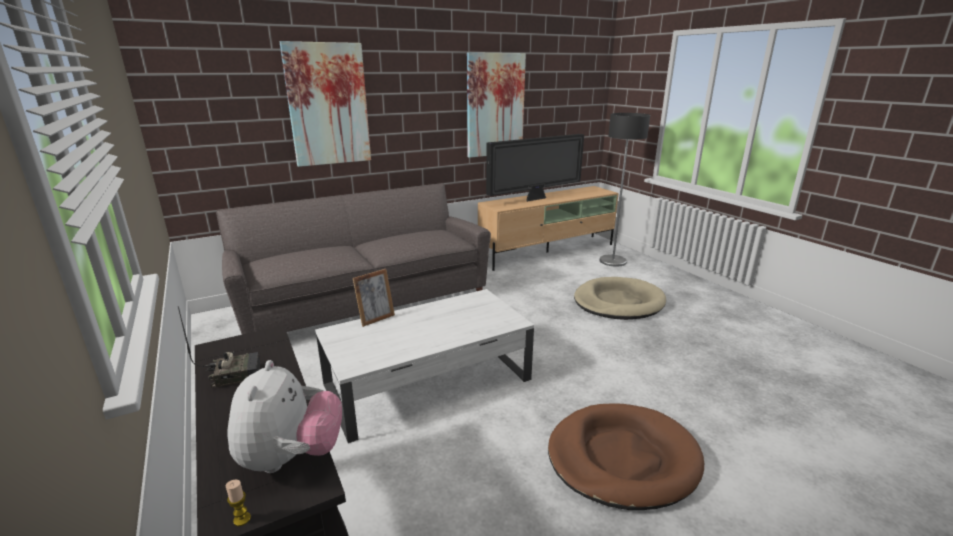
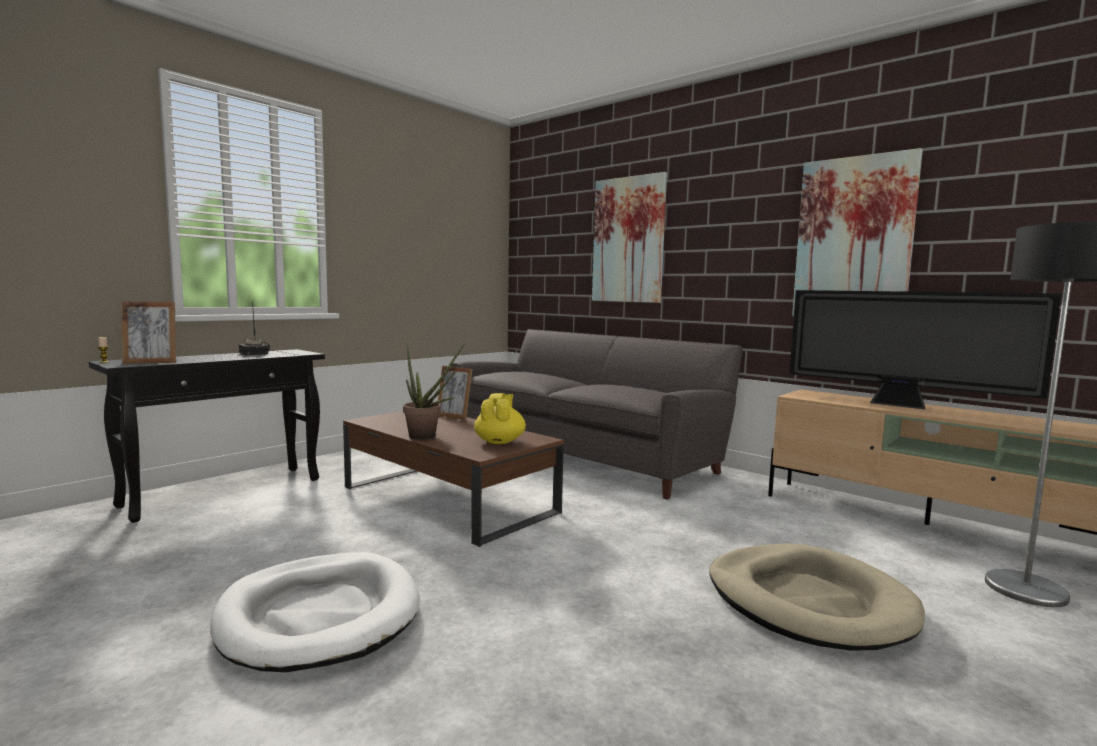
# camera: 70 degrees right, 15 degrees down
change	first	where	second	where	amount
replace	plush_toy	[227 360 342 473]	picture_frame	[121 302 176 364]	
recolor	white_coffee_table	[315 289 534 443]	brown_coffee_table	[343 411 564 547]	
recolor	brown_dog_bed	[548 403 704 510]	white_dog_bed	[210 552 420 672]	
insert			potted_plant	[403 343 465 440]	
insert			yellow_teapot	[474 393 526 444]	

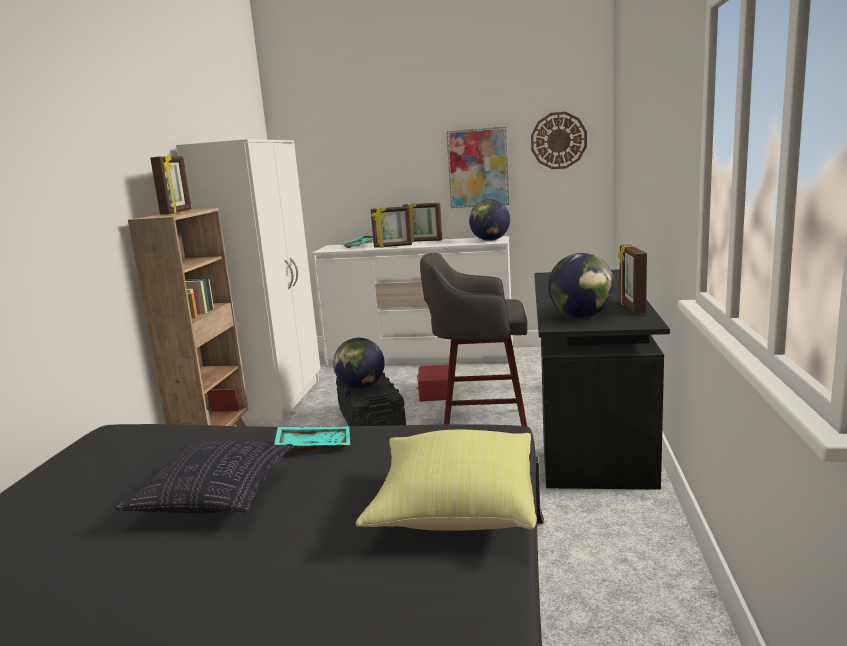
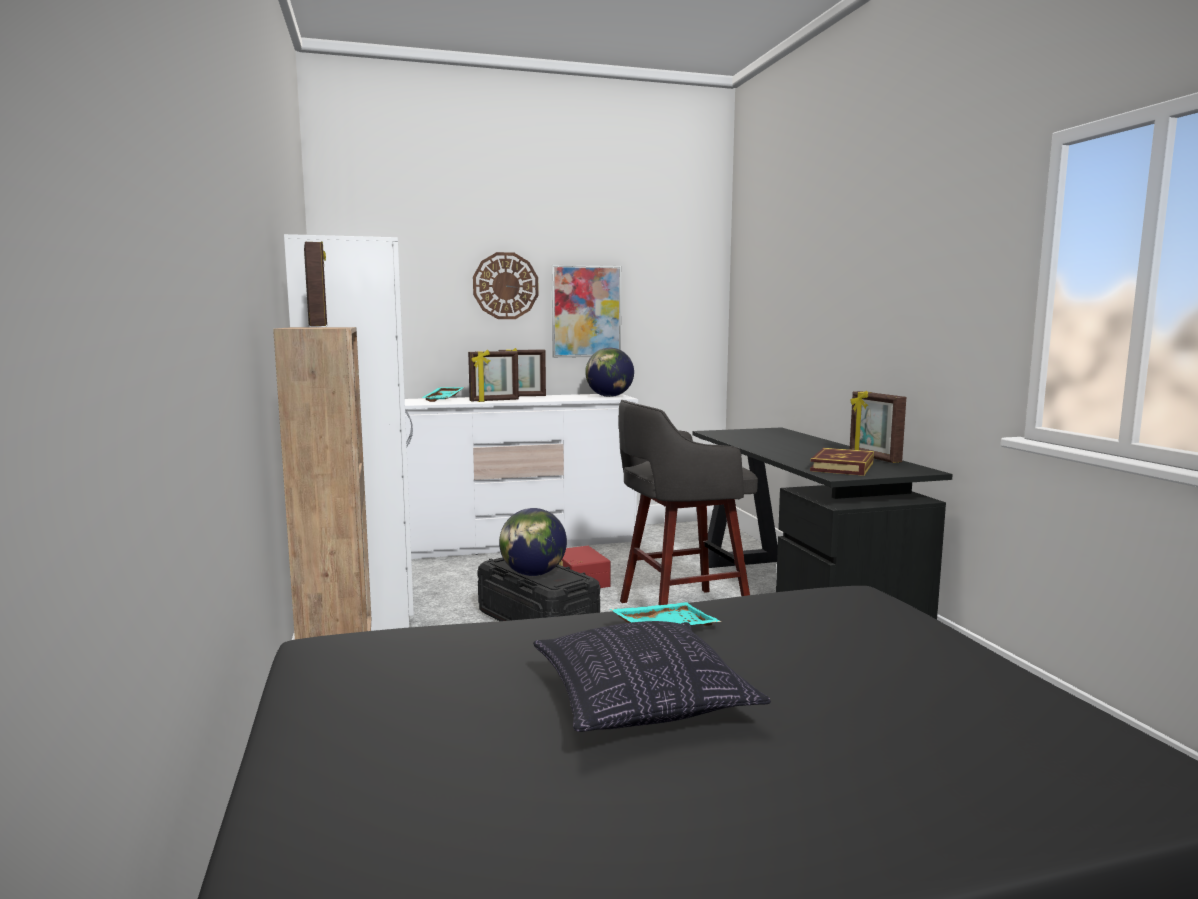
# camera: 25 degrees left, 5 degrees down
change	first	where	second	where	amount
delete	yellow_pillow	[356 430 537 531]			
move	wall_clock	[531 112 587 169]		[473 252 539 319]	
replace	globe	[548 253 615 318]	book	[810 448 874 476]	

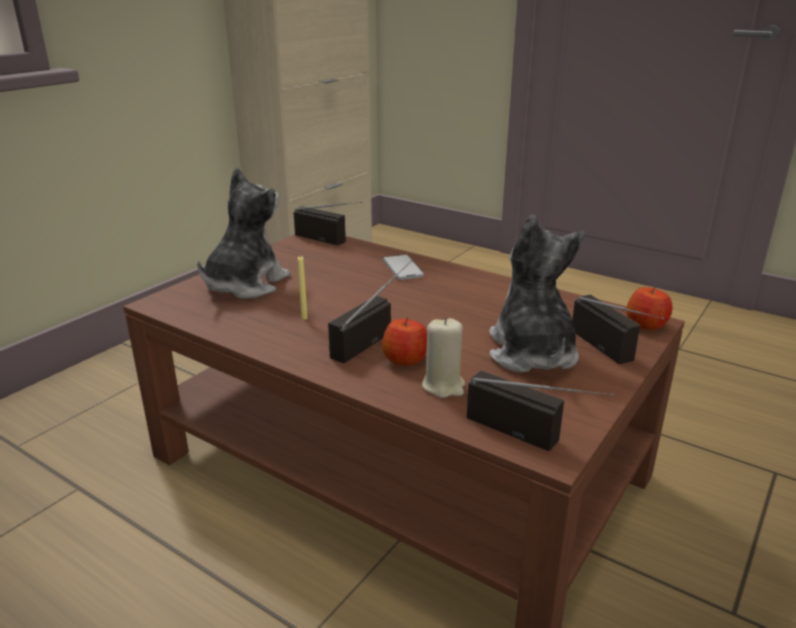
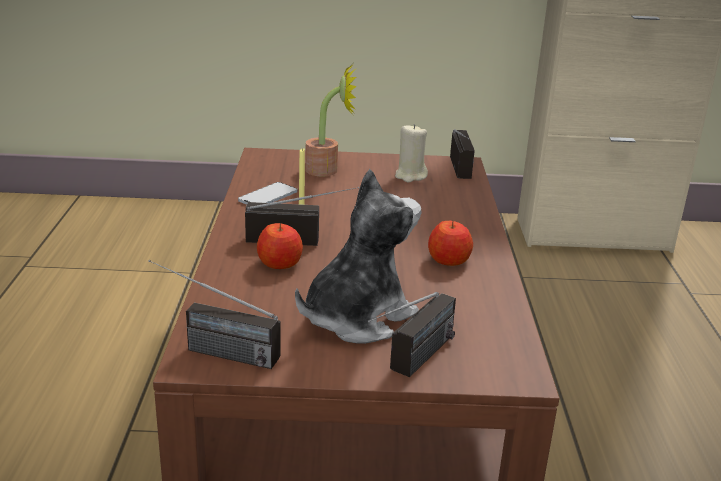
# camera: 55 degrees right, 0 degrees up
change	first	where	second	where	amount
replace	plush_toy	[197 167 290 299]	potted_plant	[305 65 357 177]	
move	phone	[383 255 424 280]		[238 182 298 205]	
move	beige_candle	[422 318 465 398]		[395 124 428 182]	
rotate	radio	[467 370 614 451]		[148 260 281 369]	105 degrees clockwise
move	apple	[626 286 673 330]		[428 221 473 266]	

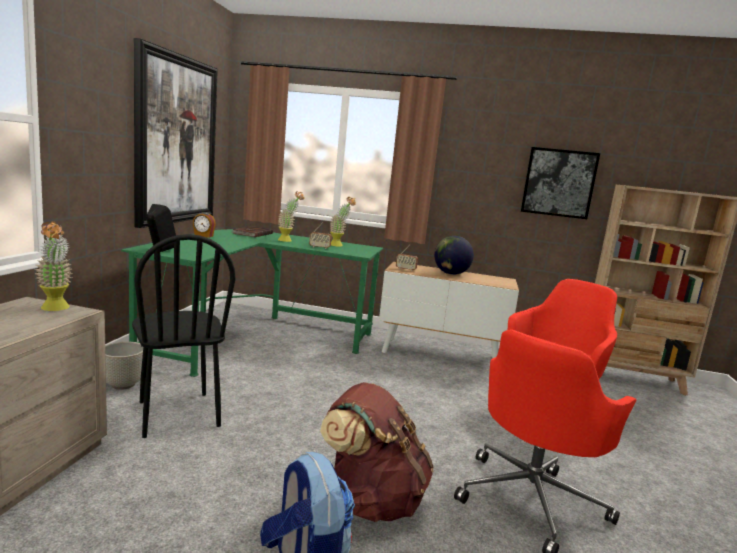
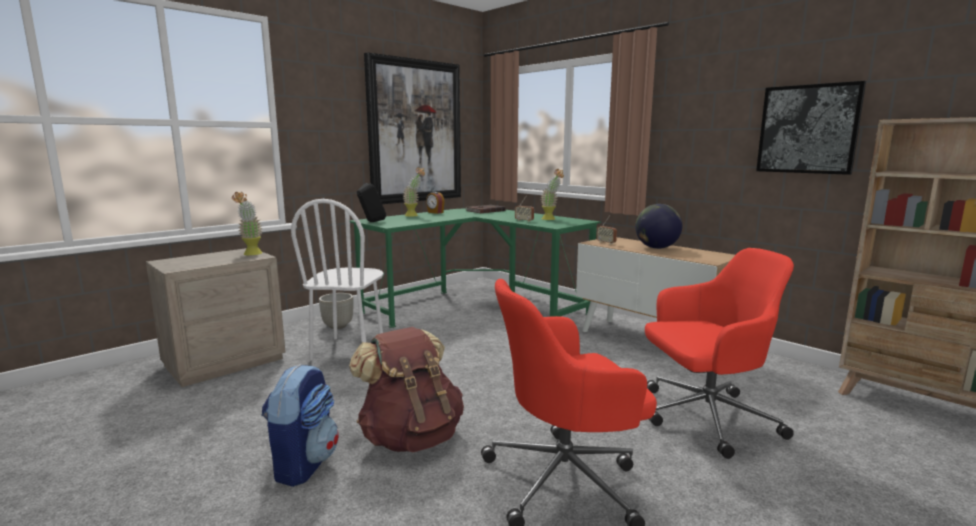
# camera: 35 degrees right, 0 degrees up
change	first	where	second	where	amount
recolor	black_chair	[132 234 236 438]	white_chair	[291 199 383 361]	
move	potted_plant	[278 191 304 242]		[403 167 425 217]	

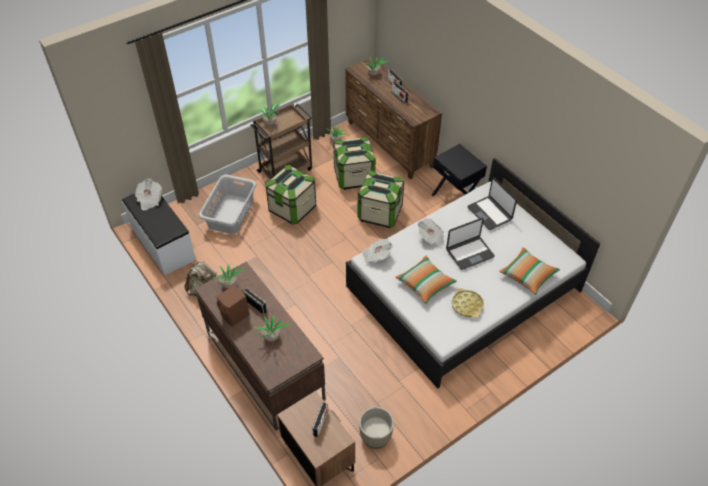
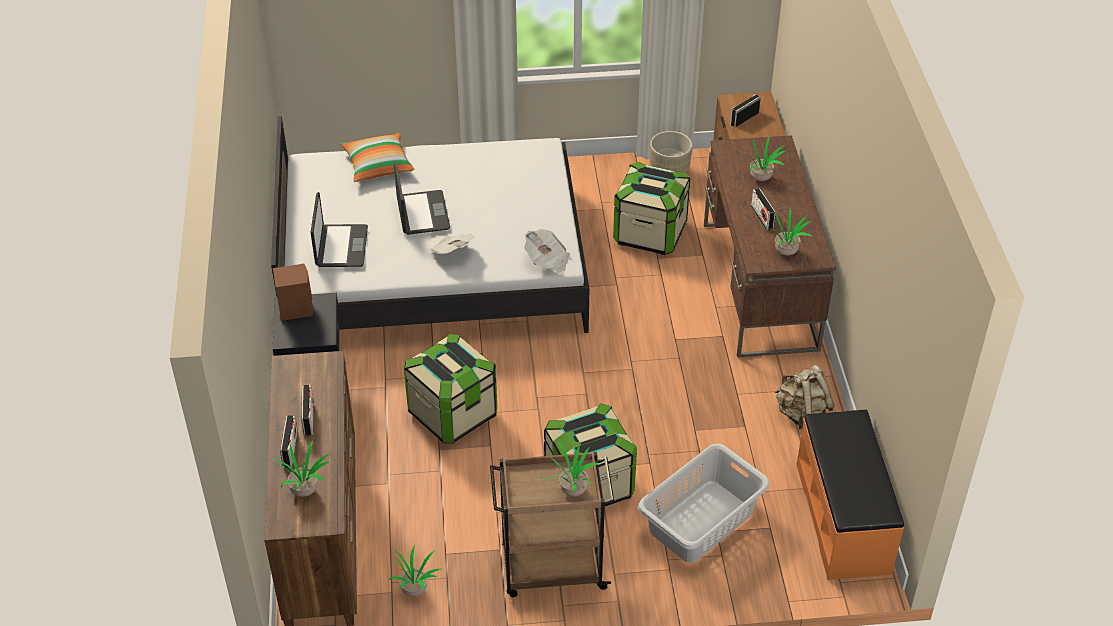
# camera: 150 degrees left, 5 degrees down
change	first	where	second	where	amount
recolor	white_bench	[122 193 196 275]	orange_bench	[796 409 904 580]	
delete	newspaper	[135 179 162 210]			
move	brown_speaker	[217 285 249 327]		[273 263 313 321]	
move	storage_box	[333 137 376 190]		[613 162 690 255]	
delete	pillow	[395 256 457 304]			
rotate	laptop	[446 218 495 270]		[394 162 450 235]	75 degrees clockwise
delete	yellow_tray	[452 288 484 318]			

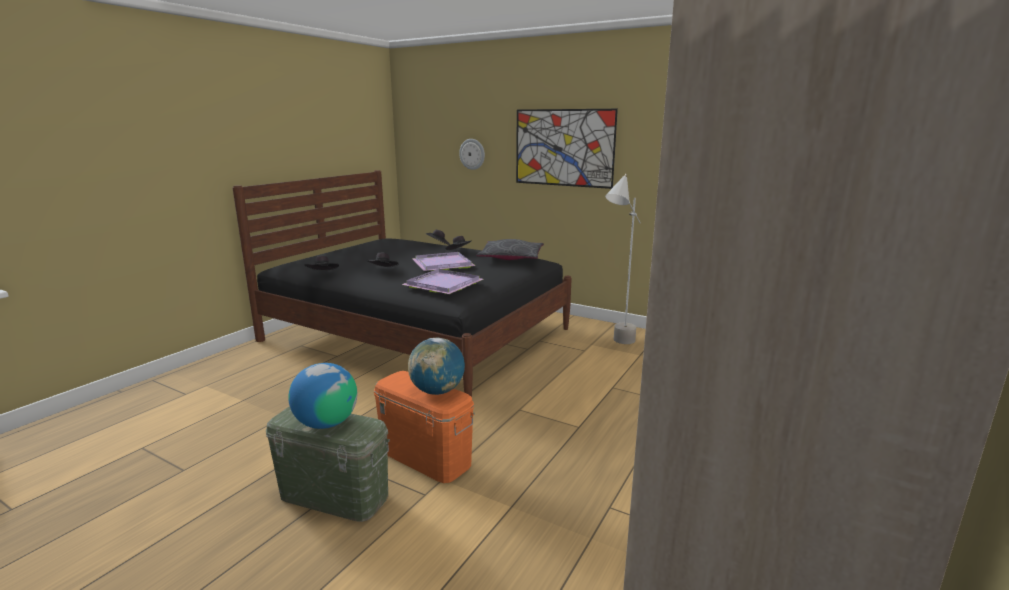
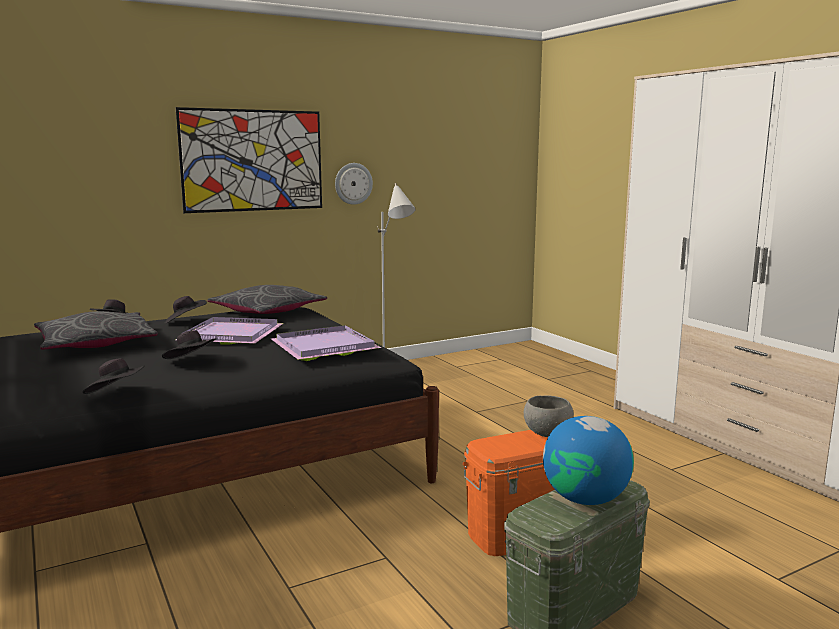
# camera: 60 degrees left, 5 degrees down
change	first	where	second	where	amount
replace	globe	[408 338 465 395]	grey_bowl	[524 395 574 437]	
move	wall_clock	[459 139 485 170]		[335 163 373 205]	
insert			grey_pillow	[34 311 158 349]	

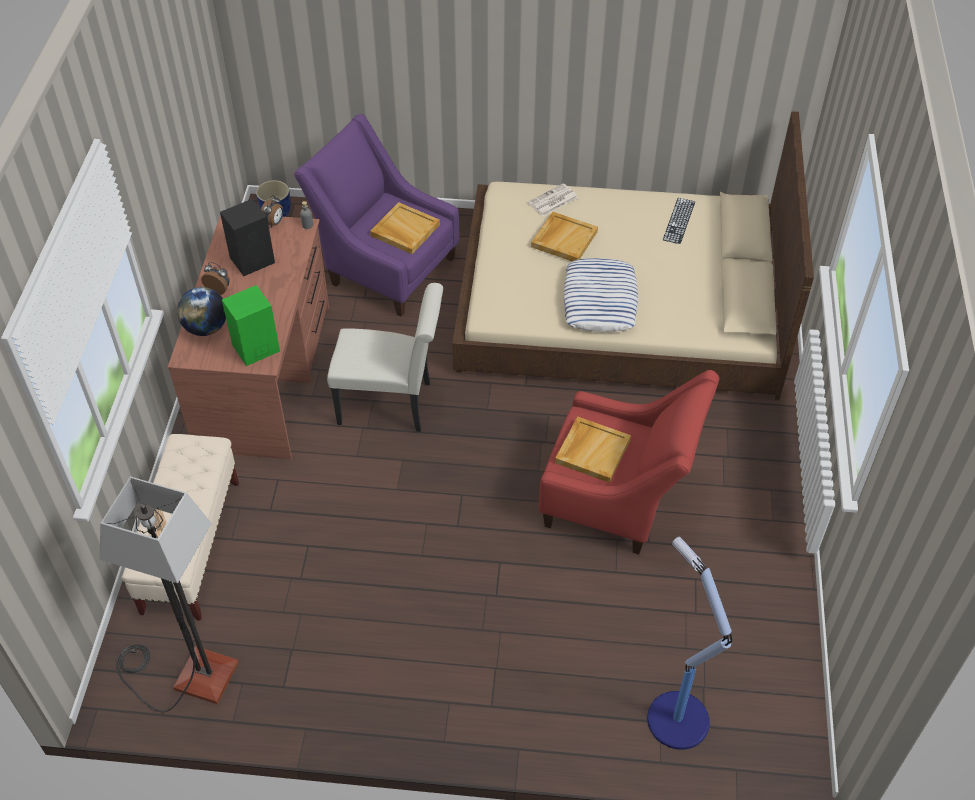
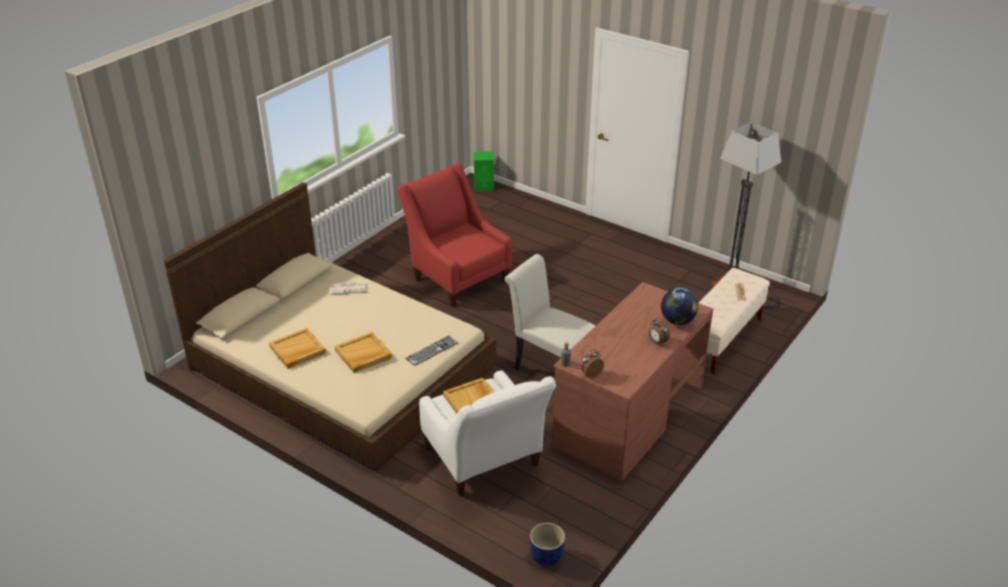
# camera: 150 degrees left, 15 degrees down
change	first	where	second	where	amount
delete	black_speaker	[220 199 275 276]			
move	green_speaker	[222 285 280 366]		[474 152 494 191]	
recolor	purple_armchair	[294 114 460 317]	white_armchair	[419 370 556 496]	
move	newspaper	[528 183 578 216]		[330 282 367 295]	
move	beige_tray	[555 416 631 483]		[269 328 326 369]	
delete	pillow	[564 258 638 332]			
delete	floor_lamp	[647 537 732 750]			
move	keyboard	[663 198 695 244]		[405 336 458 366]	

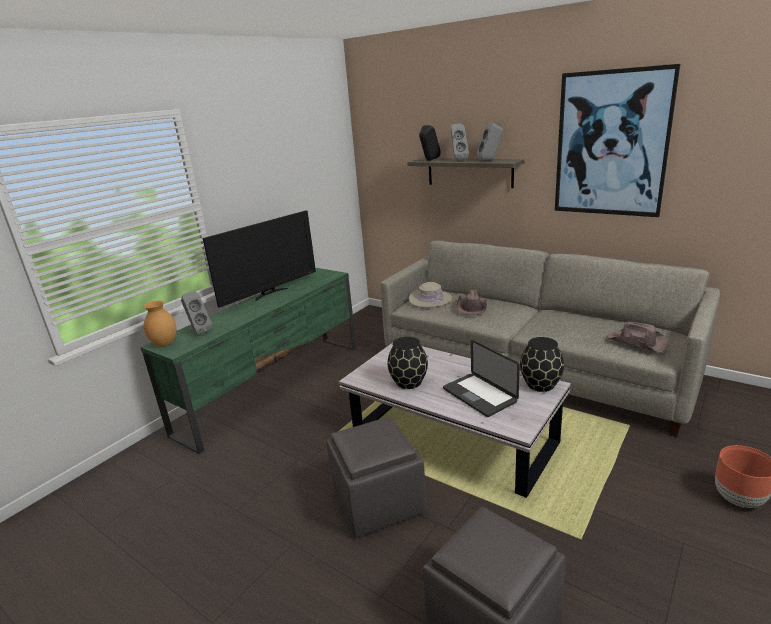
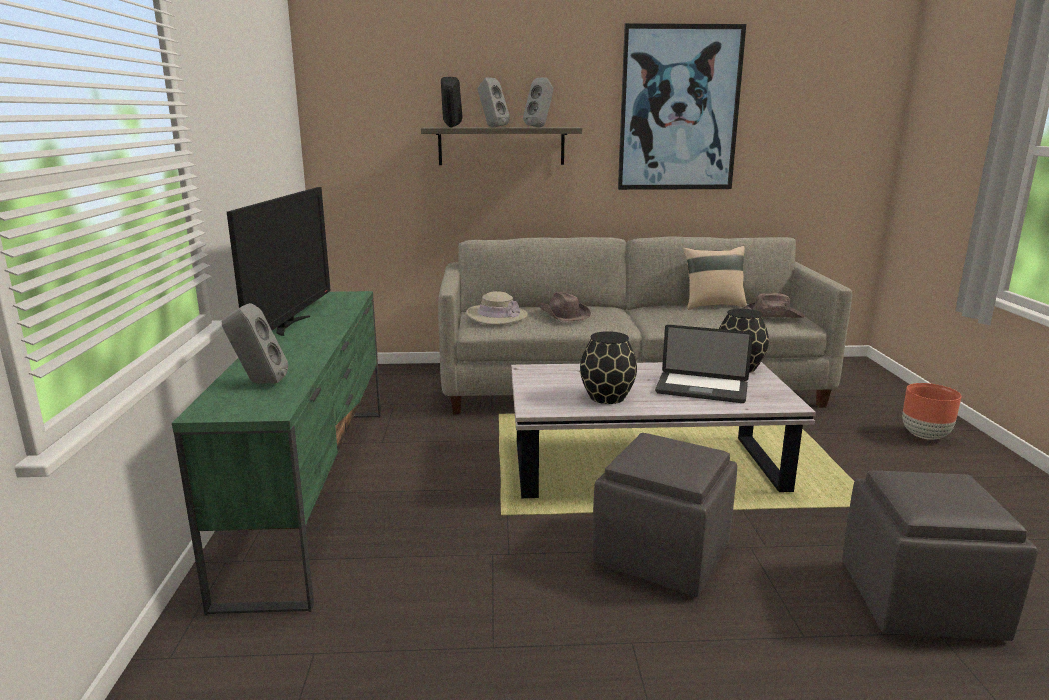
# camera: 40 degrees left, 5 degrees down
change	first	where	second	where	amount
delete	brown_vase	[143 300 177 347]			
insert			beige_pillow	[683 246 747 310]	

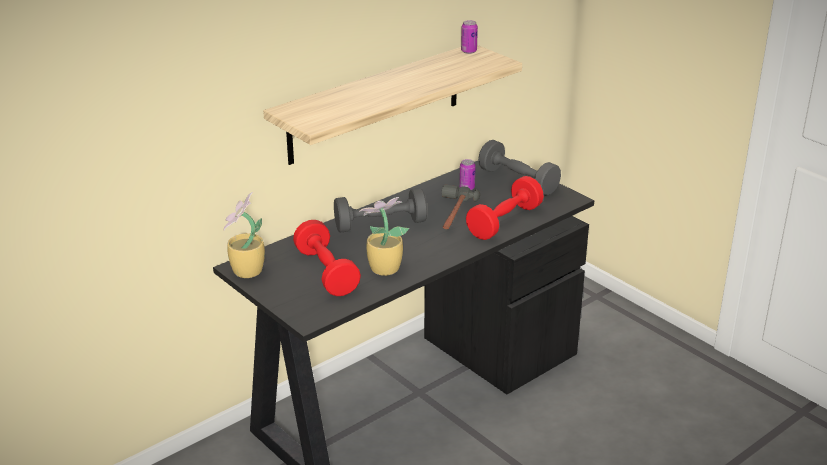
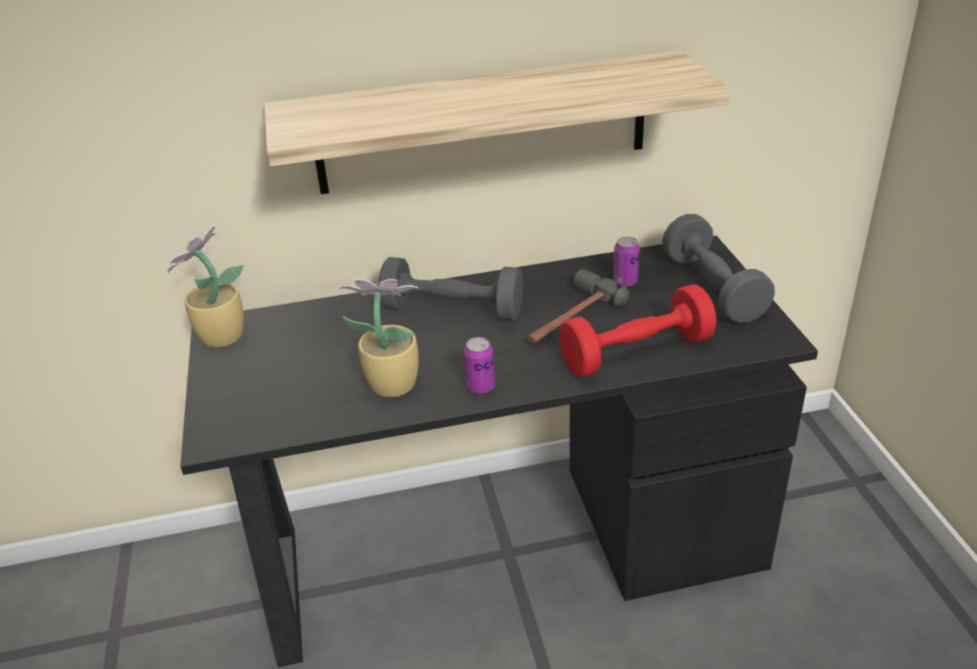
# camera: 30 degrees right, 5 degrees up
change	first	where	second	where	amount
delete	red_dumbbell	[293 220 361 296]			
move	can	[461 20 478 54]		[464 337 495 394]	

